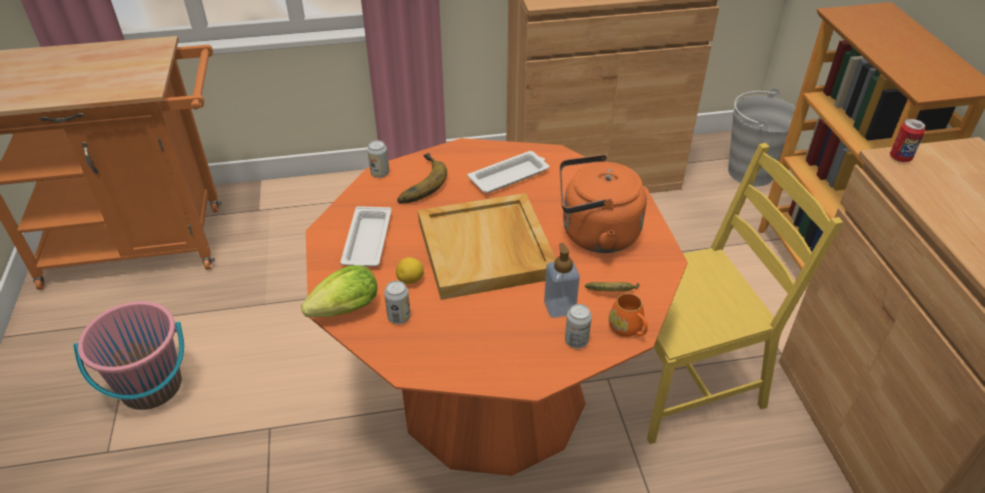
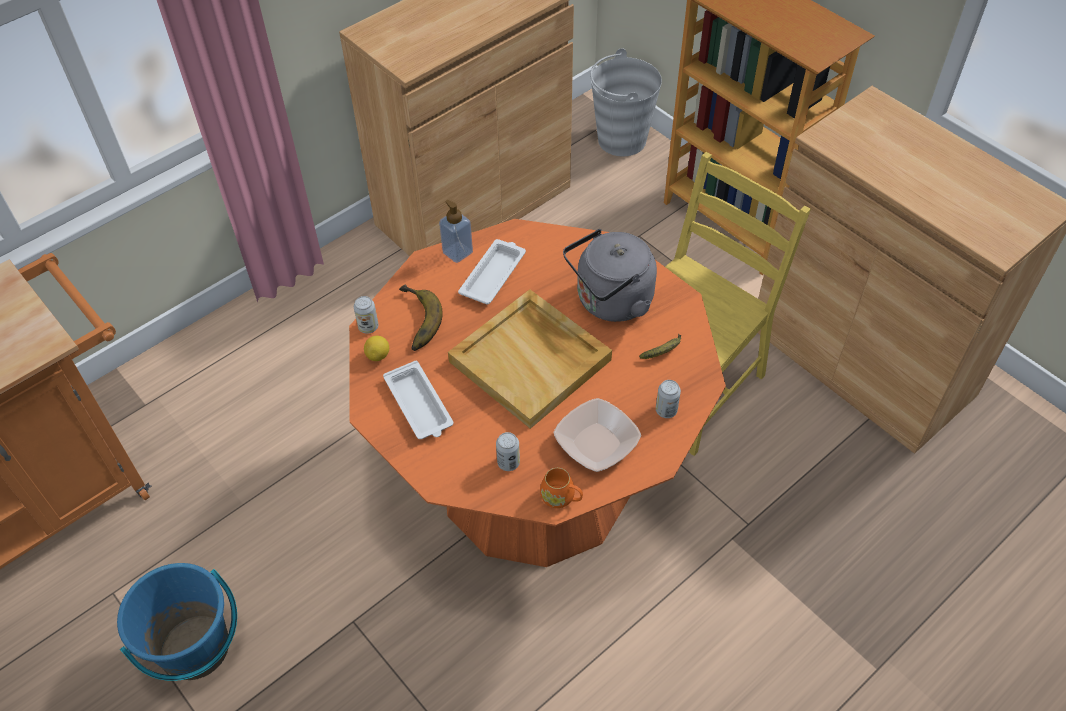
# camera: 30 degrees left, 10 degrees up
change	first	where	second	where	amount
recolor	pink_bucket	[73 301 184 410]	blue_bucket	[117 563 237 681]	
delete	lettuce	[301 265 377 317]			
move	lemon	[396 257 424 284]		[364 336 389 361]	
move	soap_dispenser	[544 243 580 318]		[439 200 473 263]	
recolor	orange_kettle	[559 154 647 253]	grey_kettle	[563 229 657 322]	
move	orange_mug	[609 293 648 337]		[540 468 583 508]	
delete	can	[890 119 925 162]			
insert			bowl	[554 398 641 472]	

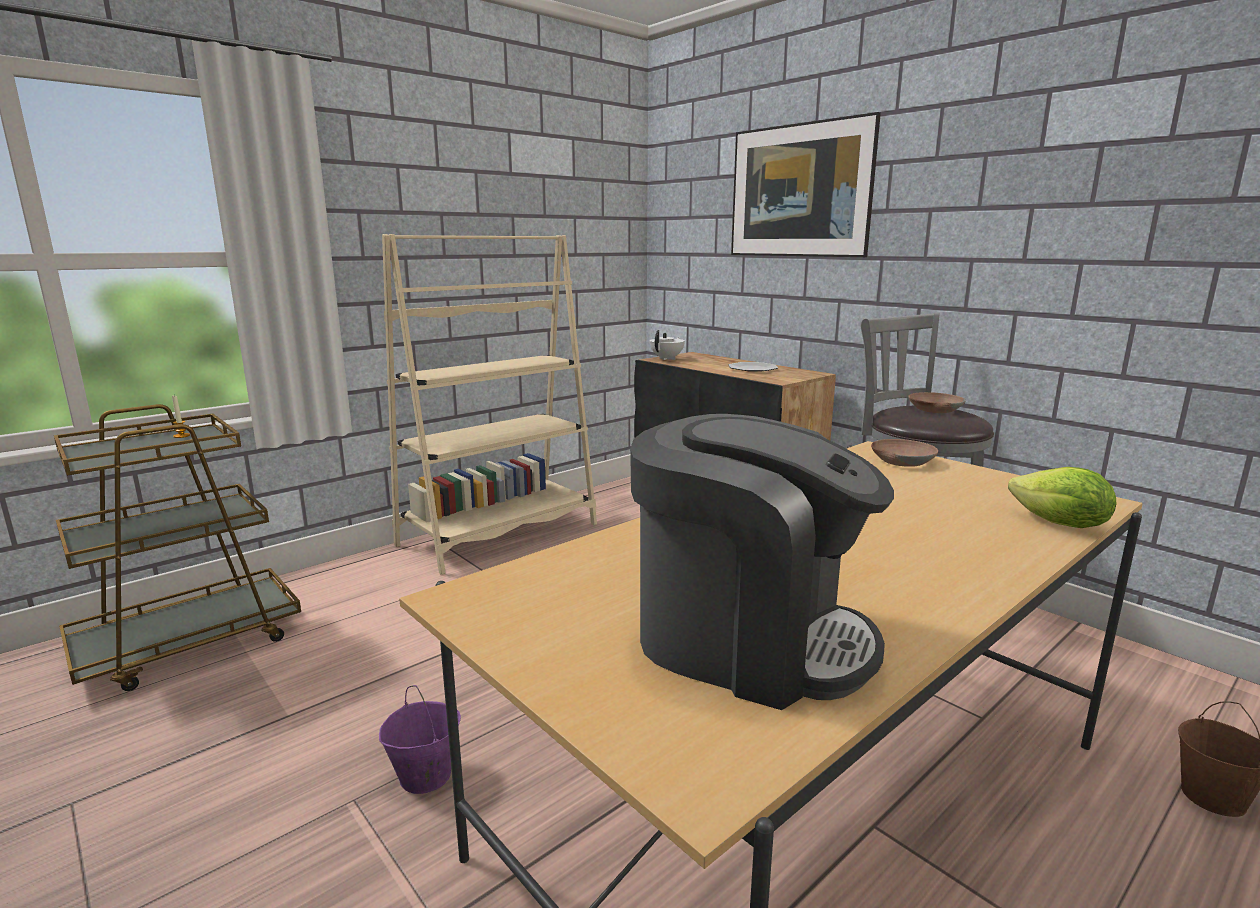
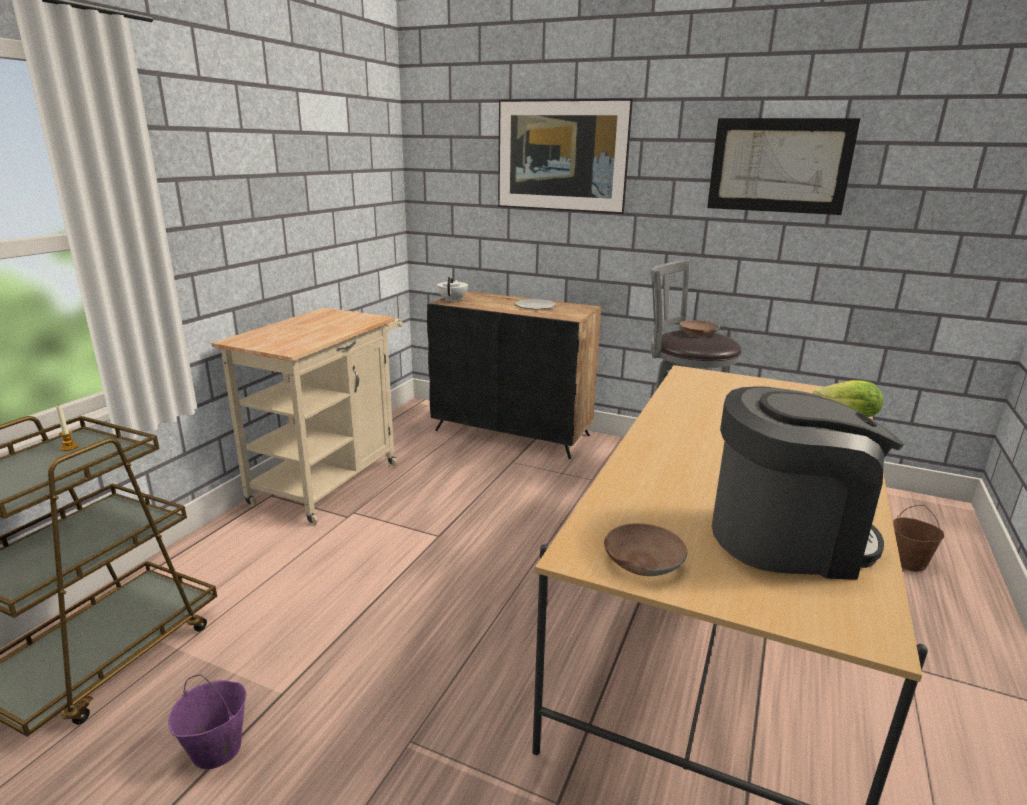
# camera: 25 degrees left, 5 degrees up
change	first	where	second	where	amount
move	purple_bucket	[379 685 461 794]		[168 674 246 769]	
replace	beige_bookcase	[382 234 597 575]	beige_cart	[212 308 403 525]	
move	brown_bowl	[871 439 938 467]		[604 523 687 576]	
insert			picture	[707 118 860 215]	

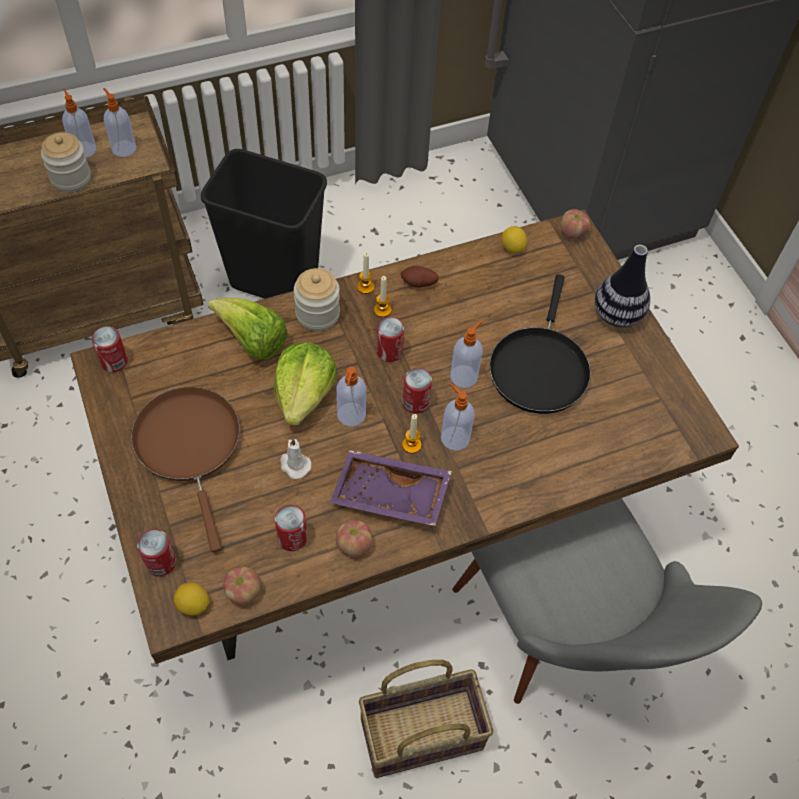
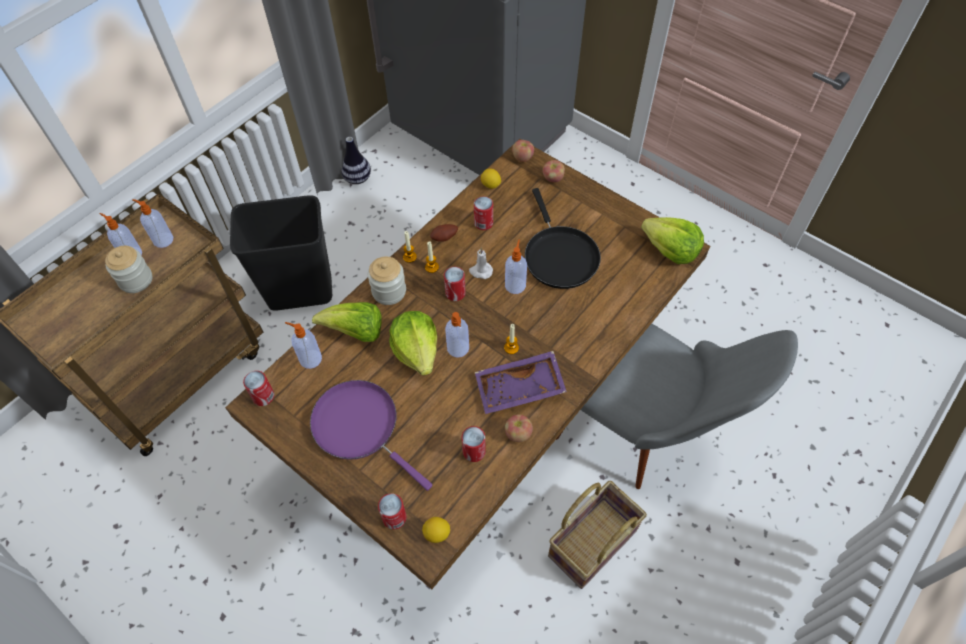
# camera: 25 degrees left, 0 degrees up
change	first	where	second	where	amount
recolor	brown_frying_pan	[131 387 240 552]	purple_frying_pan	[310 380 433 491]	
move	apple	[223 567 261 605]		[543 160 565 182]	
move	white_candle	[280 438 312 479]		[469 247 493 279]	
move	can	[403 368 432 414]		[474 196 493 230]	
move	soap_dispenser	[441 383 475 451]		[285 322 322 369]	
move	vase	[595 245 650 327]		[341 137 371 184]	
insert			lettuce	[641 217 704 264]	

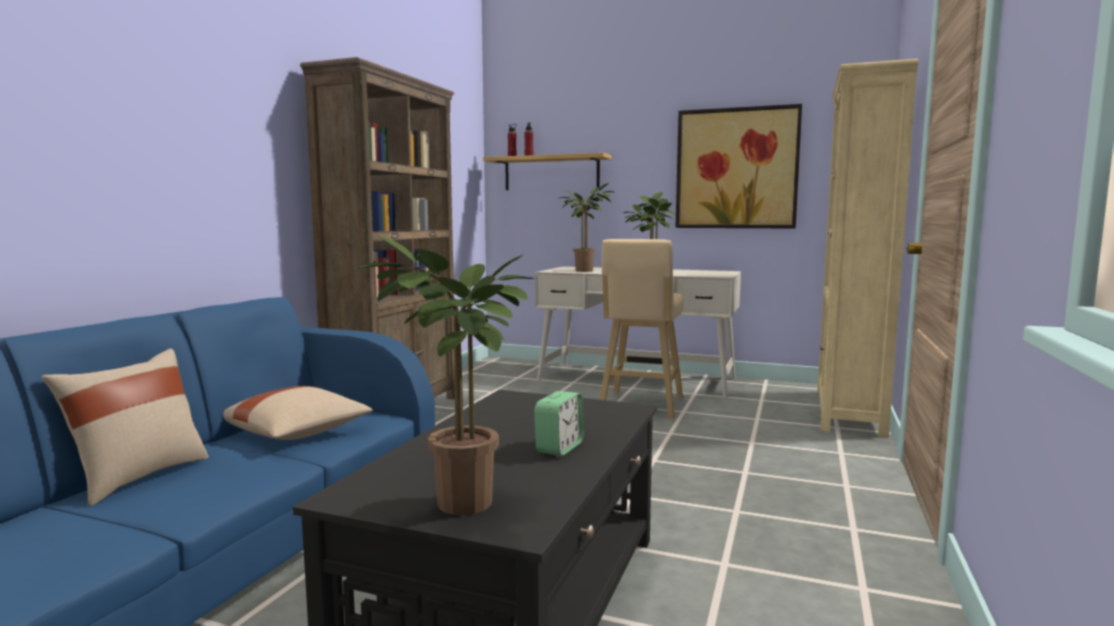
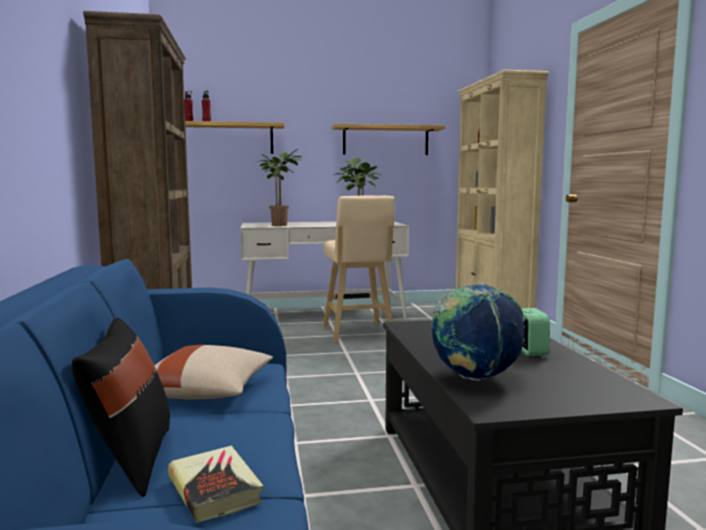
# camera: 30 degrees left, 0 degrees up
change	first	where	second	where	amount
recolor	beige_pillow	[41 348 209 506]	black_pillow	[72 318 170 497]	
delete	potted_plant	[357 235 534 515]			
replace	picture	[675 104 802 229]	shelf	[333 124 446 155]	
insert			book	[168 446 263 523]	
insert			globe	[431 283 524 381]	

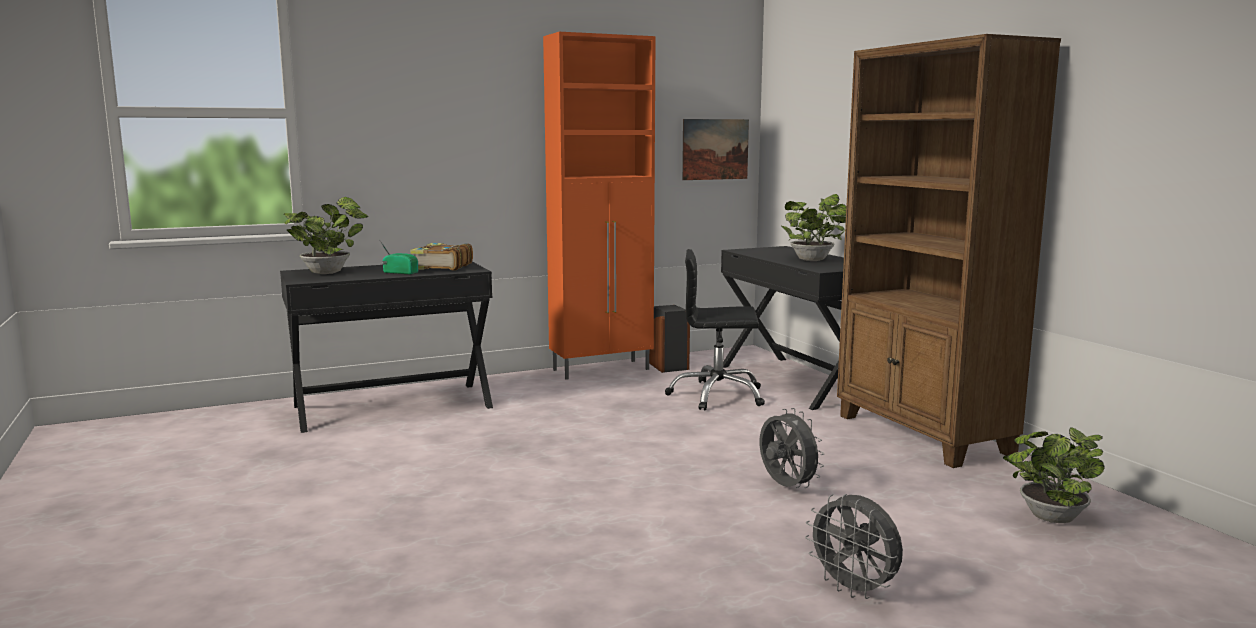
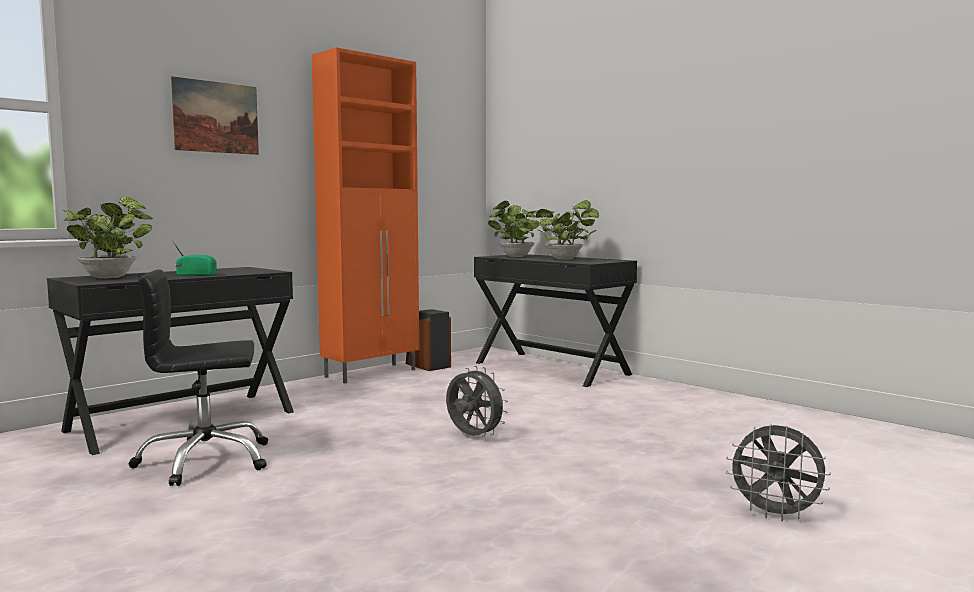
# camera: 20 degrees left, 5 degrees down
change	first	where	second	where	amount
delete	book	[410 243 473 271]			
move	black_office_chair	[665 249 765 410]		[129 270 268 486]	
move	picture	[682 119 749 180]		[171 76 259 155]	
move	grey_fan	[759 408 825 488]		[446 366 508 437]	
delete	brown_bookcase	[837 34 1061 468]			
move	potted_plant	[1003 427 1105 523]		[488 201 540 257]	

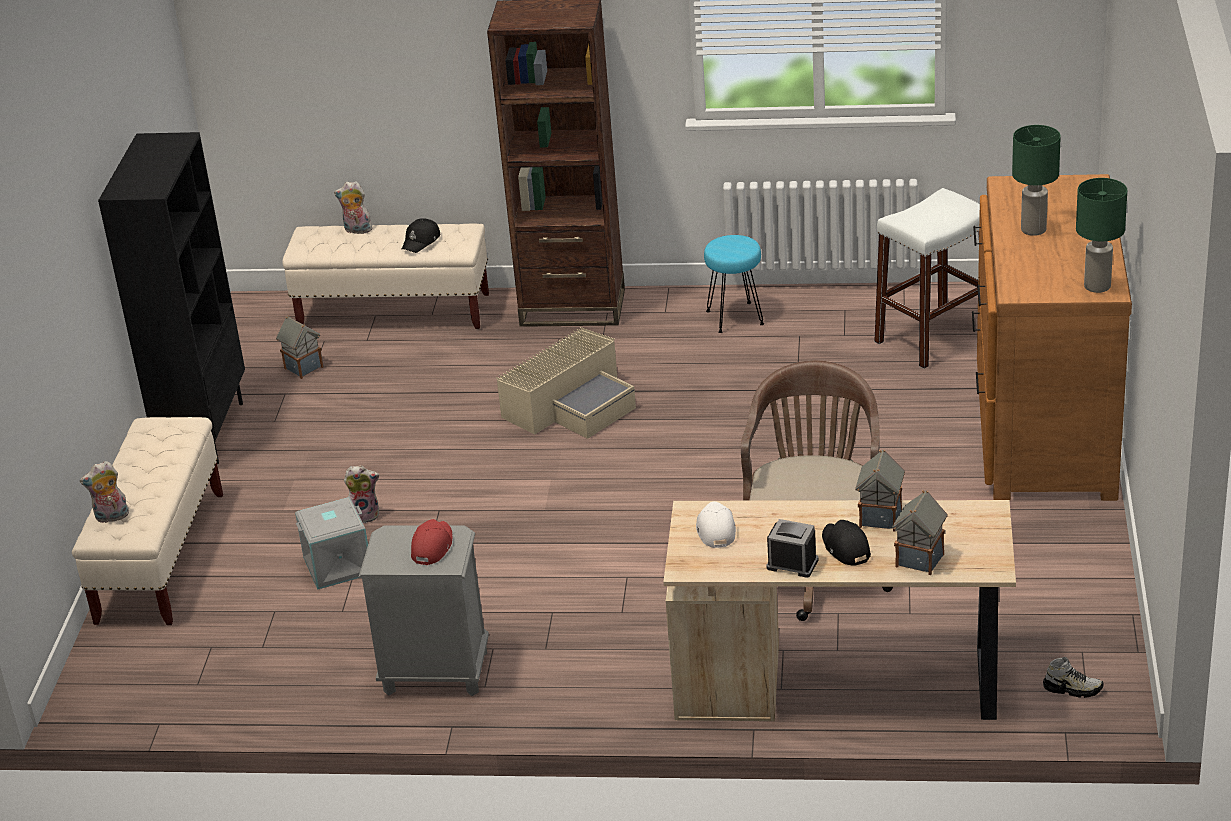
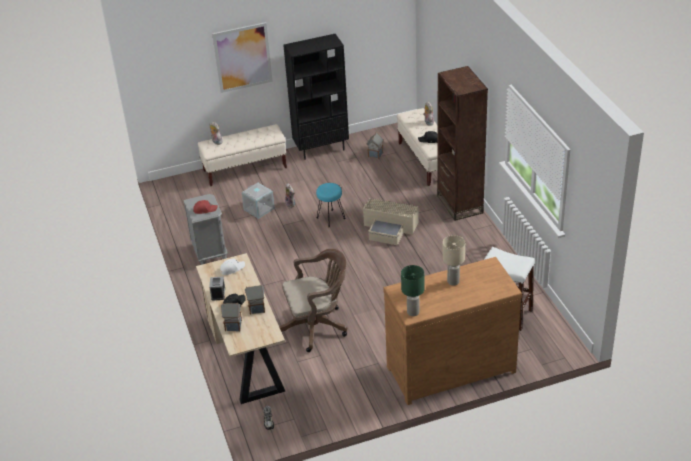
# camera: 65 degrees right, 5 degrees up
change	first	where	second	where	amount
move	turquoise_stool	[704 235 764 333]		[316 183 345 227]	
recolor	green_table_lamp	[1012 125 1061 236]	beige_table_lamp	[443 235 465 286]	
insert			picture	[212 22 273 93]	

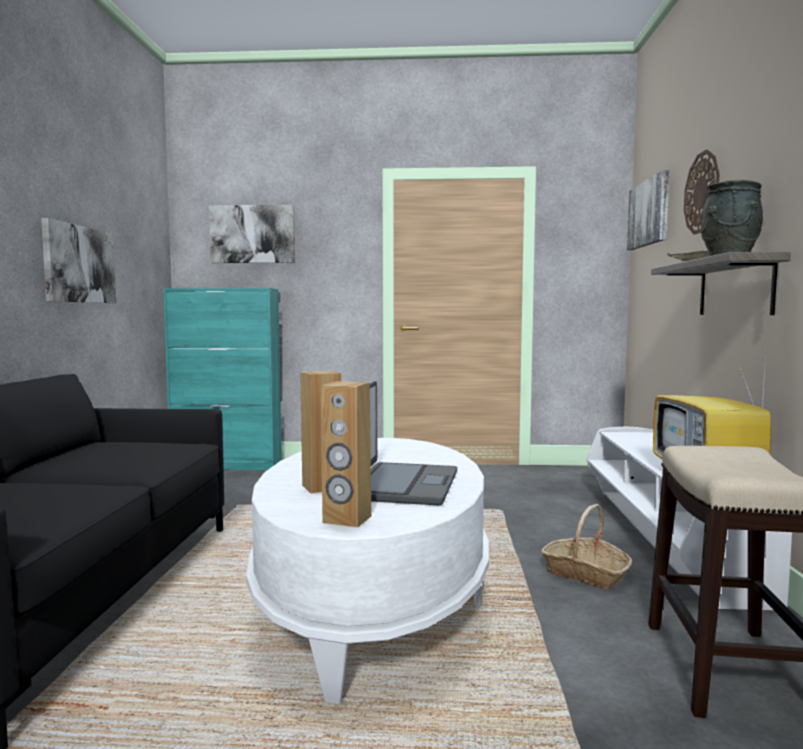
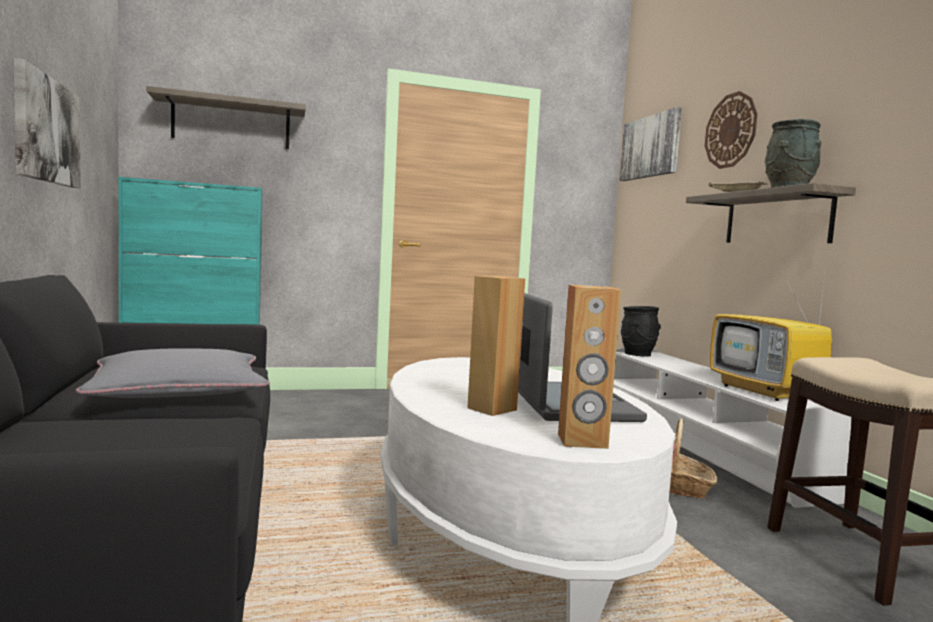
# camera: 20 degrees left, 0 degrees up
change	first	where	second	where	amount
replace	picture	[209 205 295 263]	shelf	[146 86 306 149]	
insert			grey_pillow	[76 348 270 398]	
insert			black_vase	[621 306 661 357]	

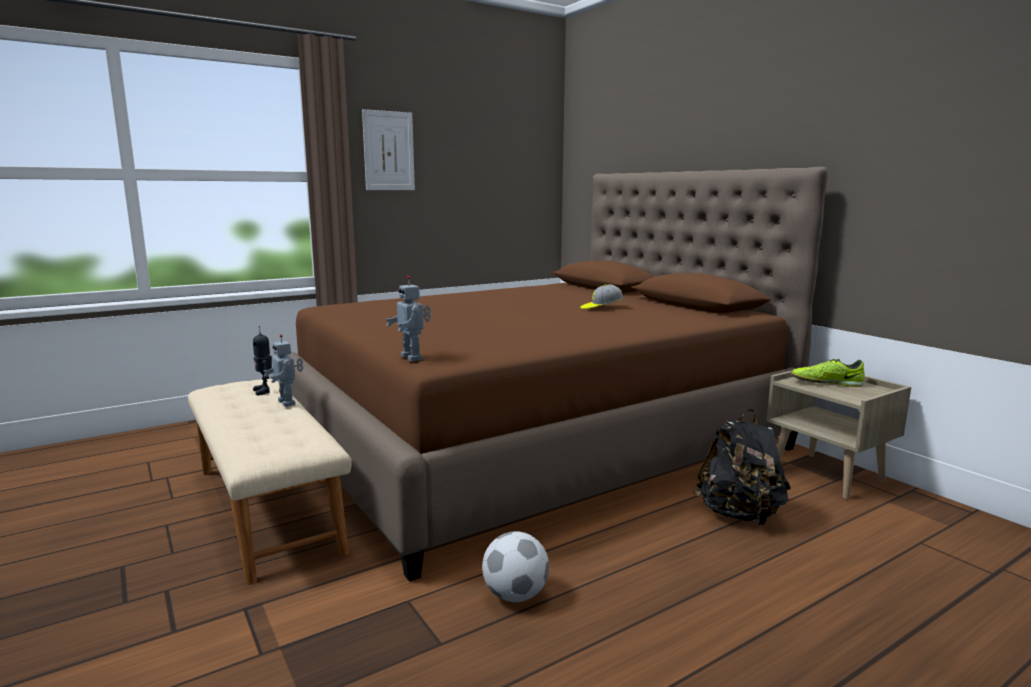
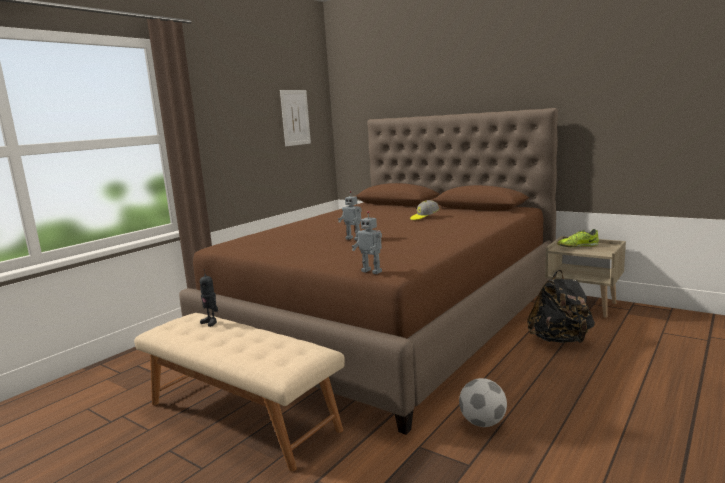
# camera: 20 degrees left, 0 degrees up
change	first	where	second	where	amount
move	toy_robot	[264 334 303 407]		[338 191 362 240]	
move	picture	[362 109 415 190]		[280 90 311 146]	

